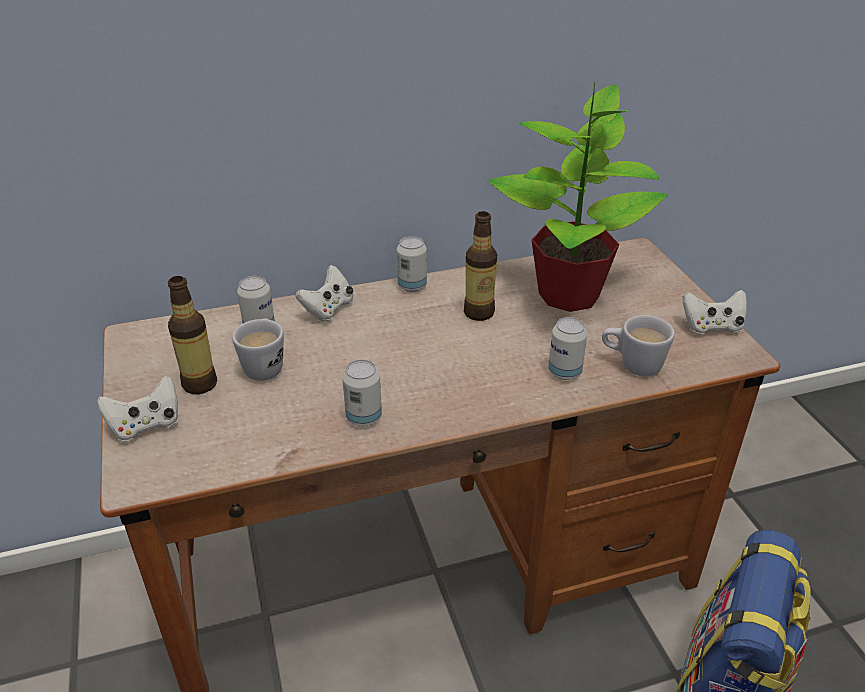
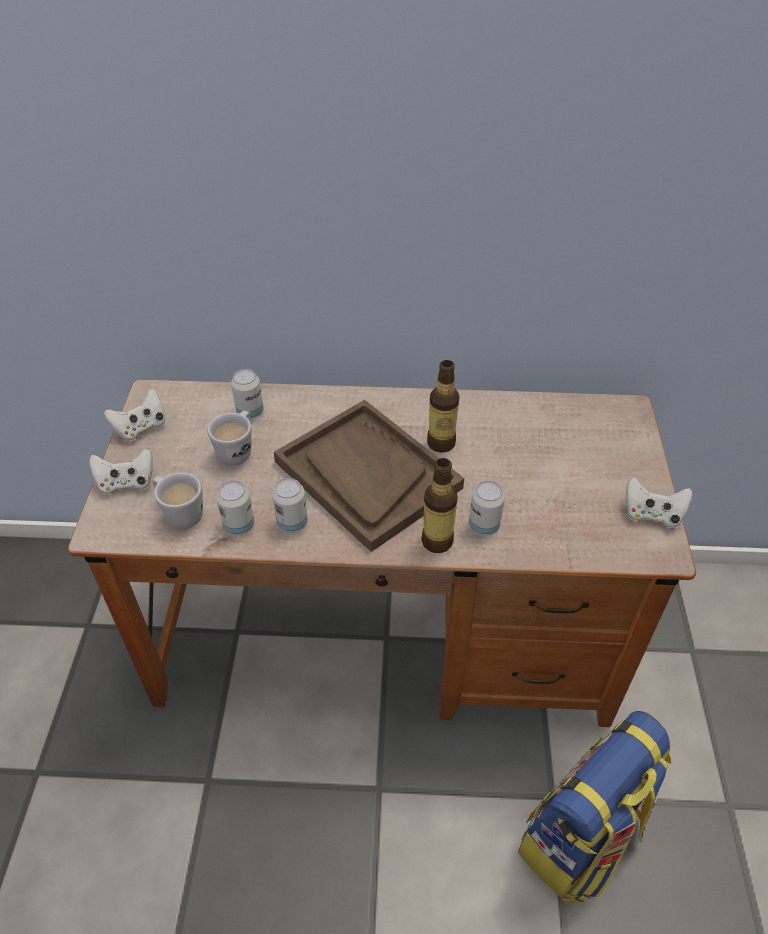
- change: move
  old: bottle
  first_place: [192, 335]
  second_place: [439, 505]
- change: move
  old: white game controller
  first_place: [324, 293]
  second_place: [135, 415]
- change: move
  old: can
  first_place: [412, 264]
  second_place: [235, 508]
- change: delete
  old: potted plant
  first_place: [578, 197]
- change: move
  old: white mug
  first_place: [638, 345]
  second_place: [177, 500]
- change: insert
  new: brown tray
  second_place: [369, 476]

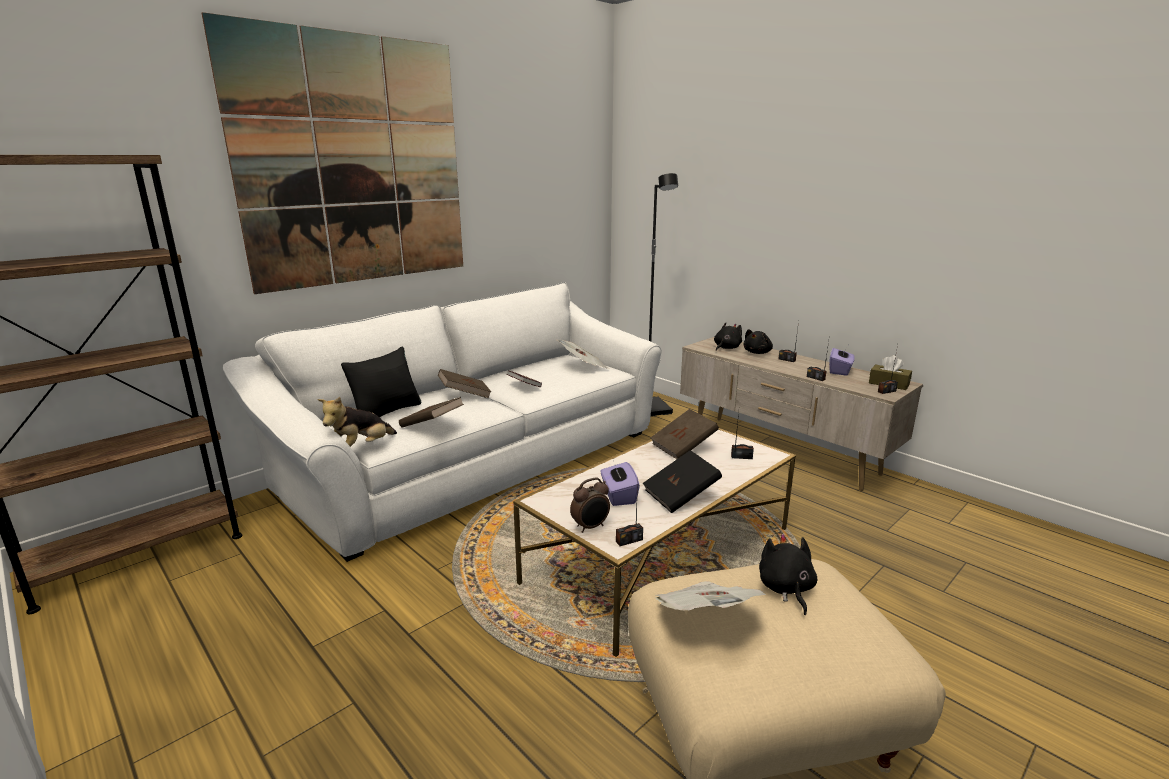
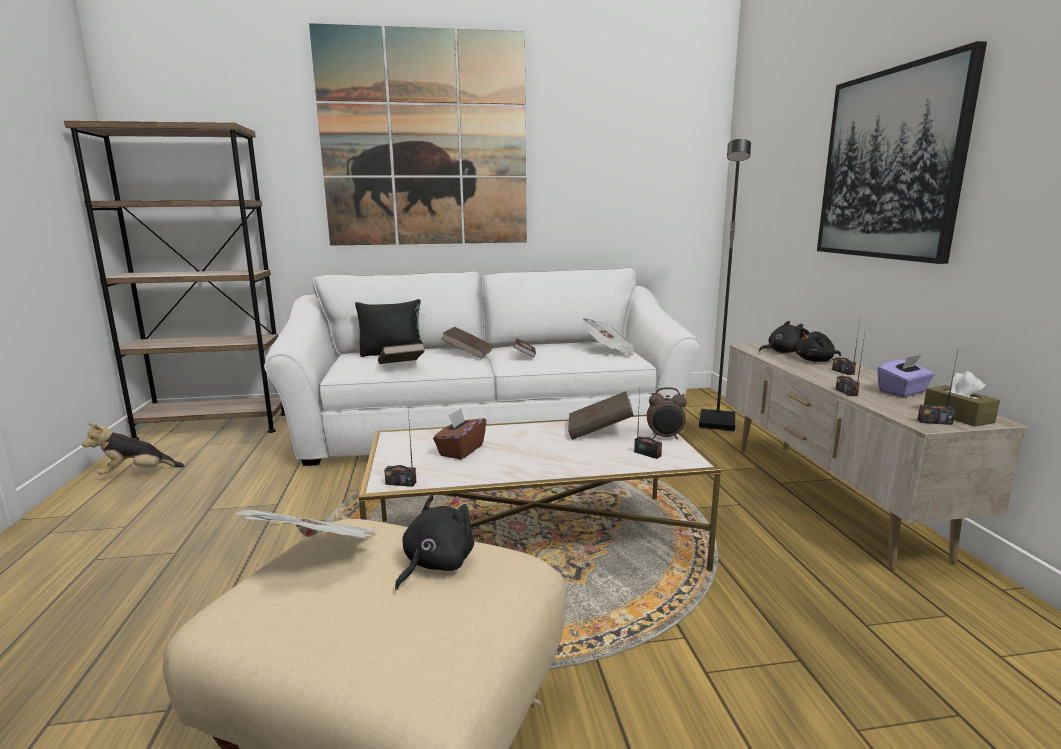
- change: move
  old: plush toy
  first_place: [357, 422]
  second_place: [133, 449]
- change: move
  old: alarm clock
  first_place: [590, 505]
  second_place: [667, 413]
- change: recolor
  old: purple tissue box
  new: brown tissue box
  first_place: [620, 483]
  second_place: [459, 434]
- change: delete
  old: black book
  first_place: [682, 481]
- change: insert
  new: picture
  second_place: [902, 152]

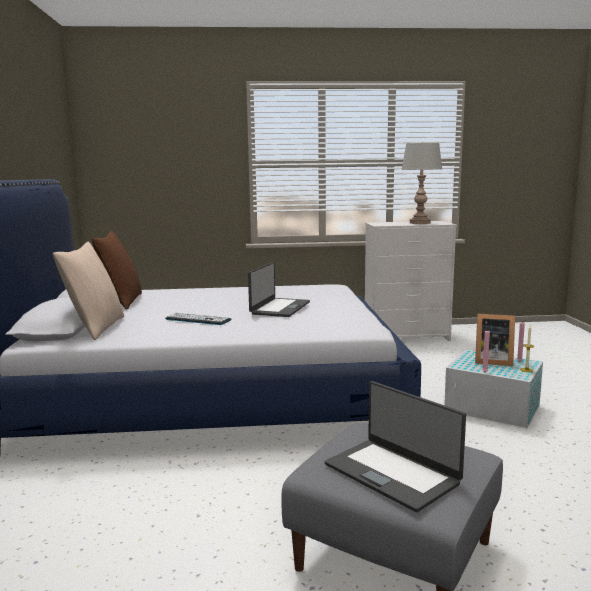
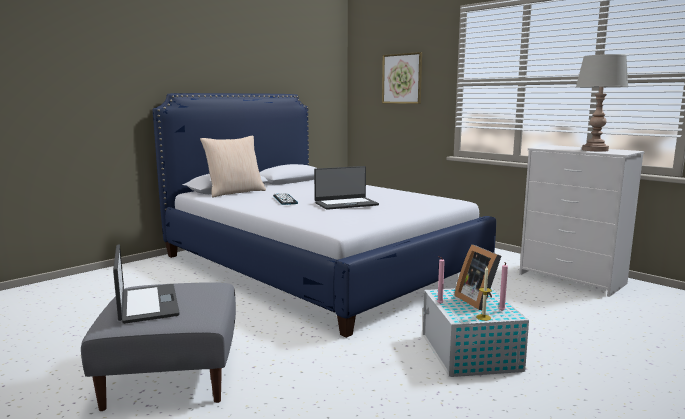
- change: delete
  old: brown pillow
  first_place: [117, 270]
- change: rotate
  old: laptop
  first_place: [395, 446]
  second_place: [146, 284]
  degrees: 150
- change: insert
  new: picture
  second_place: [402, 78]

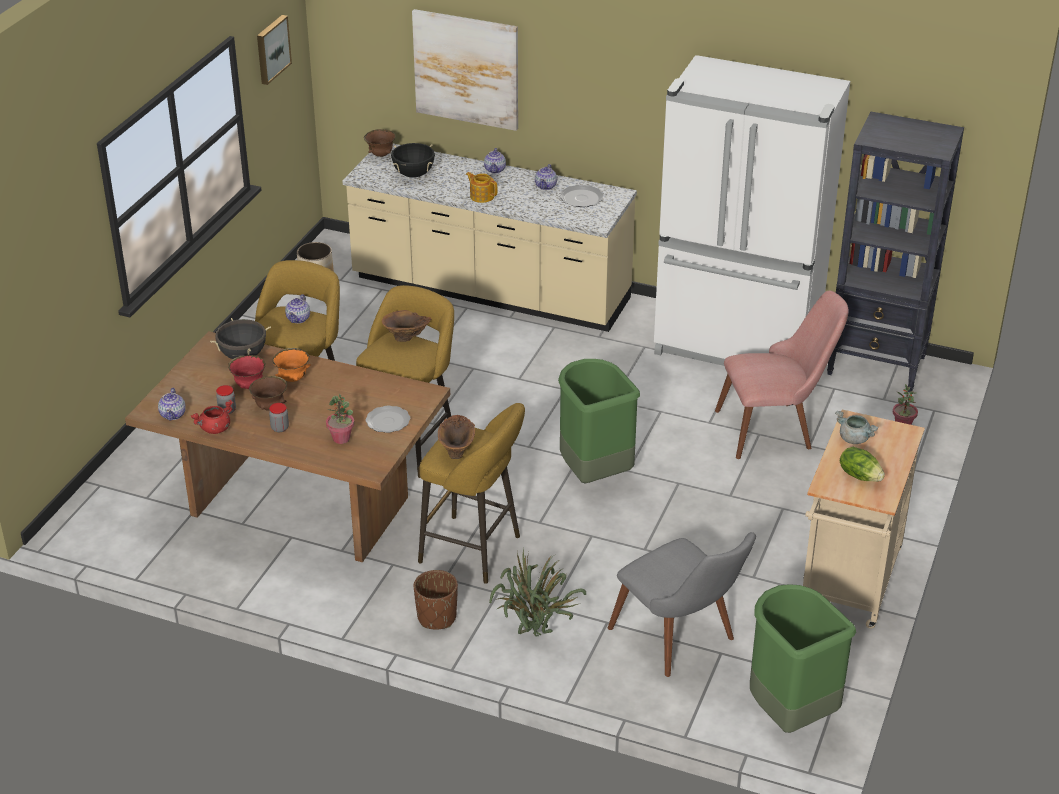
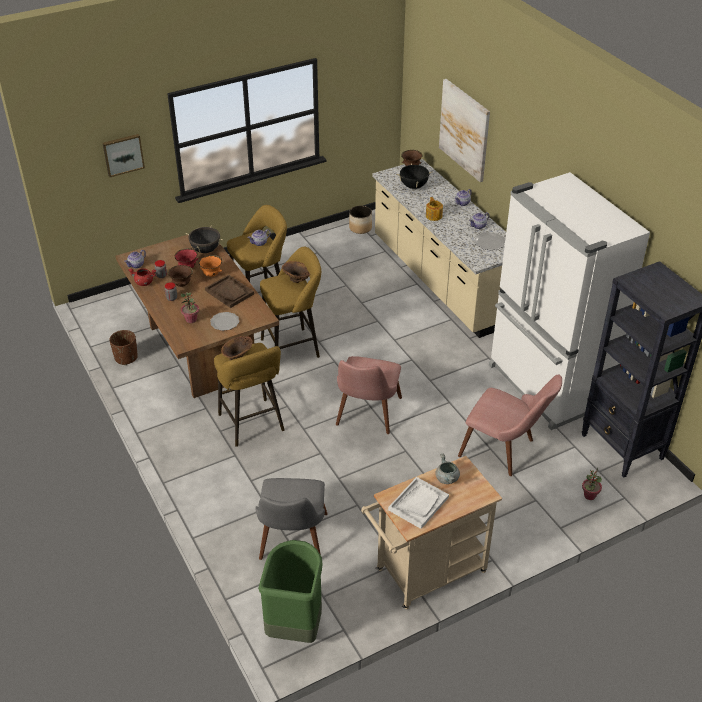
- change: move
  old: picture
  first_place: [274, 50]
  second_place: [124, 155]
- change: move
  old: brown planter
  first_place: [436, 600]
  second_place: [123, 347]
- change: delete
  old: potted plant
  first_place: [537, 592]
- change: replace
  old: green trash can
  new: pink chair
  first_place: [599, 421]
  second_place: [369, 395]
- change: replace
  old: lettuce
  new: white tray
  first_place: [862, 464]
  second_place: [418, 503]
- change: insert
  new: brown tray
  second_place: [229, 291]

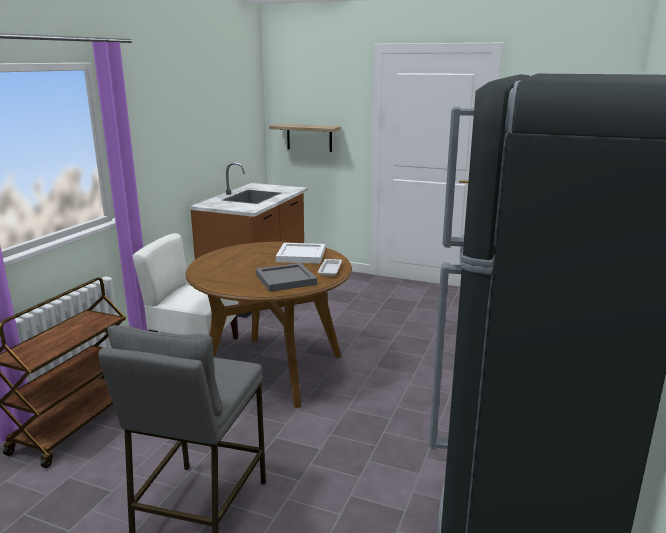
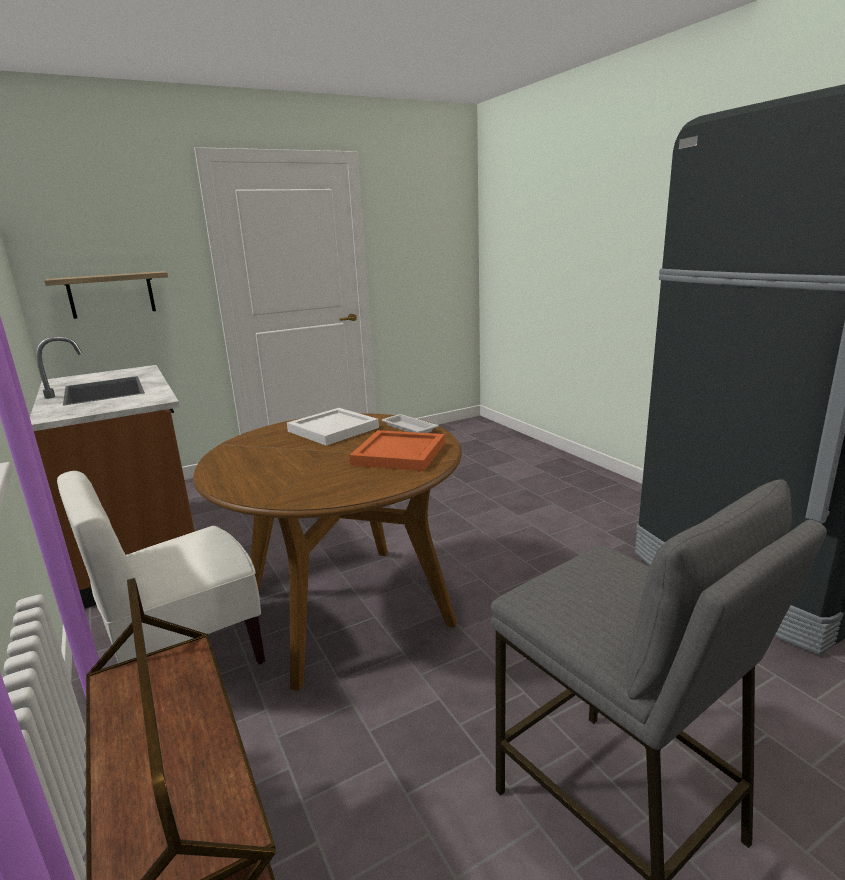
- change: recolor
  old: grey tray
  new: orange tray
  first_place: [286, 277]
  second_place: [397, 450]

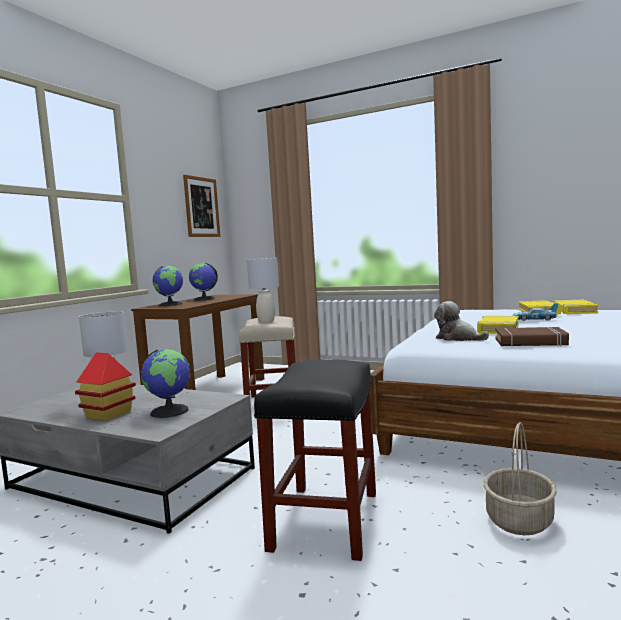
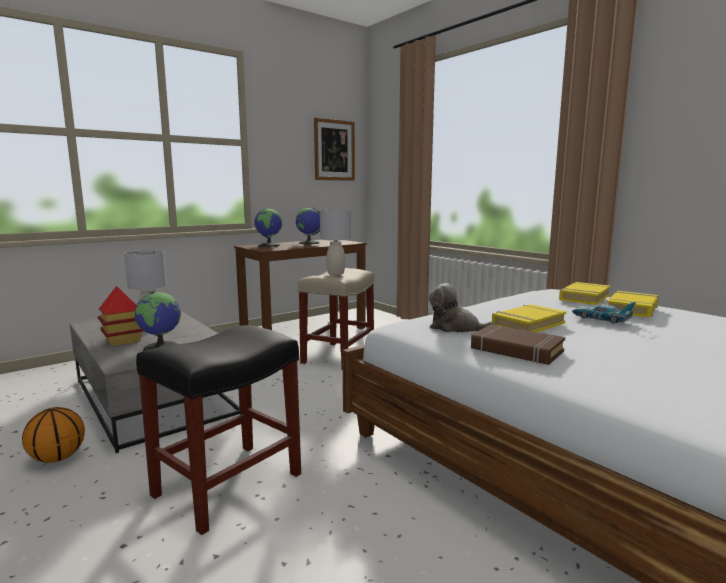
- change: rotate
  old: plush toy
  first_place: [461, 321]
  second_place: [462, 307]
  degrees: -45
- change: delete
  old: basket
  first_place: [520, 478]
- change: move
  old: yellow book
  first_place: [576, 307]
  second_place: [584, 293]
- change: insert
  new: basketball
  second_place: [53, 435]

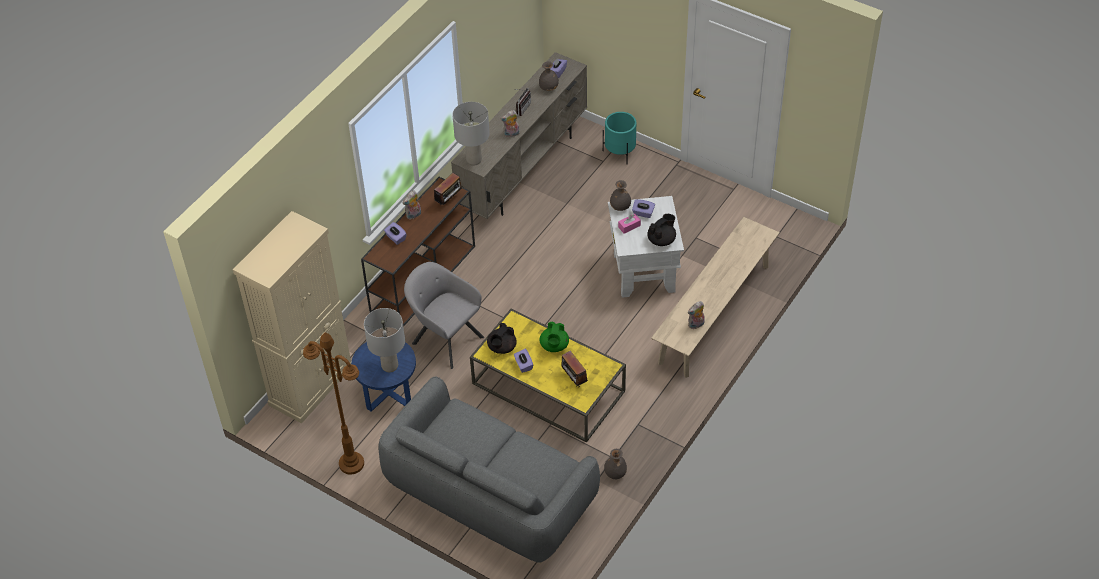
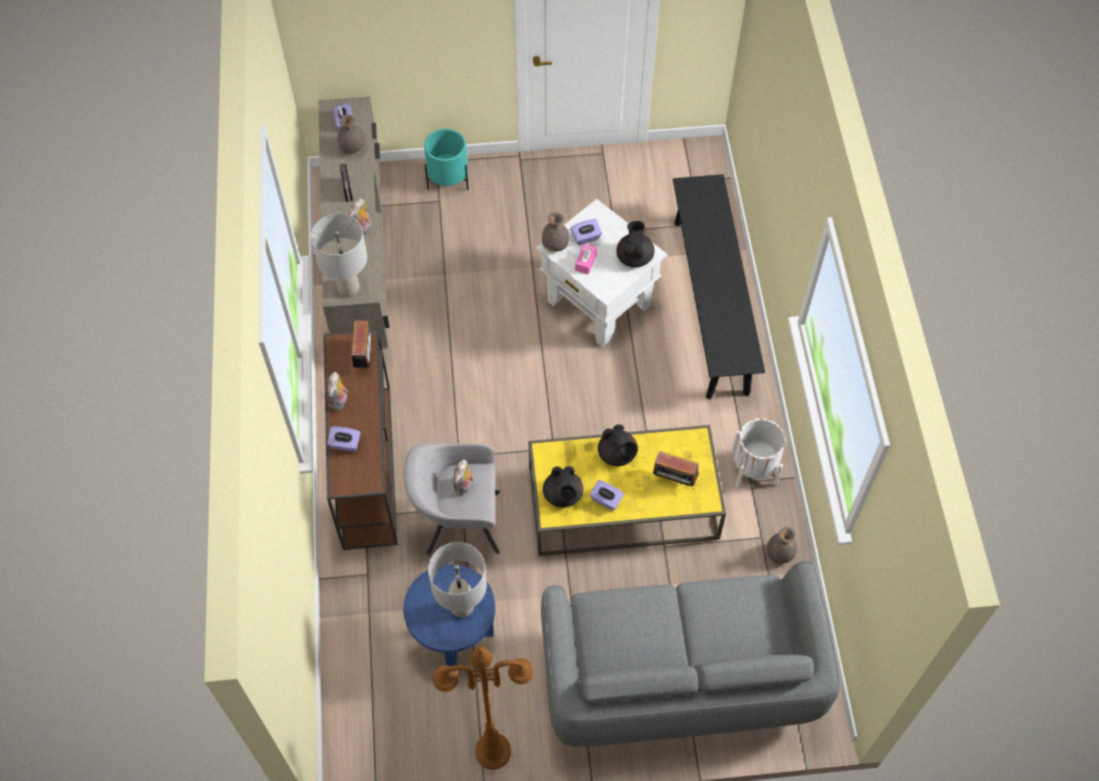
- change: delete
  old: beige cabinet
  first_place: [292, 317]
- change: recolor
  old: green teapot
  new: black teapot
  first_place: [554, 337]
  second_place: [618, 445]
- change: recolor
  old: beige bench
  new: black bench
  first_place: [715, 297]
  second_place: [719, 287]
- change: move
  old: plush toy
  first_place: [696, 315]
  second_place: [464, 477]
- change: insert
  new: white planter
  second_place: [759, 452]

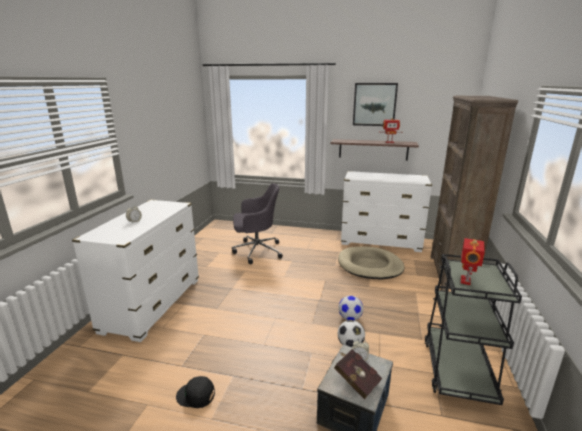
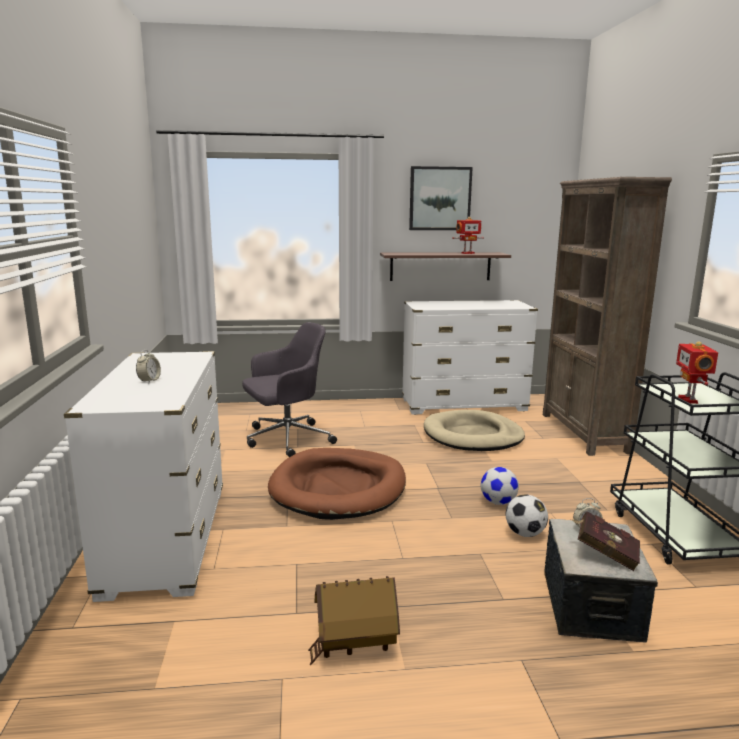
- change: replace
  old: black cap
  new: toy house
  first_place: [195, 392]
  second_place: [354, 620]
- change: insert
  new: brown dog bed
  second_place: [337, 484]

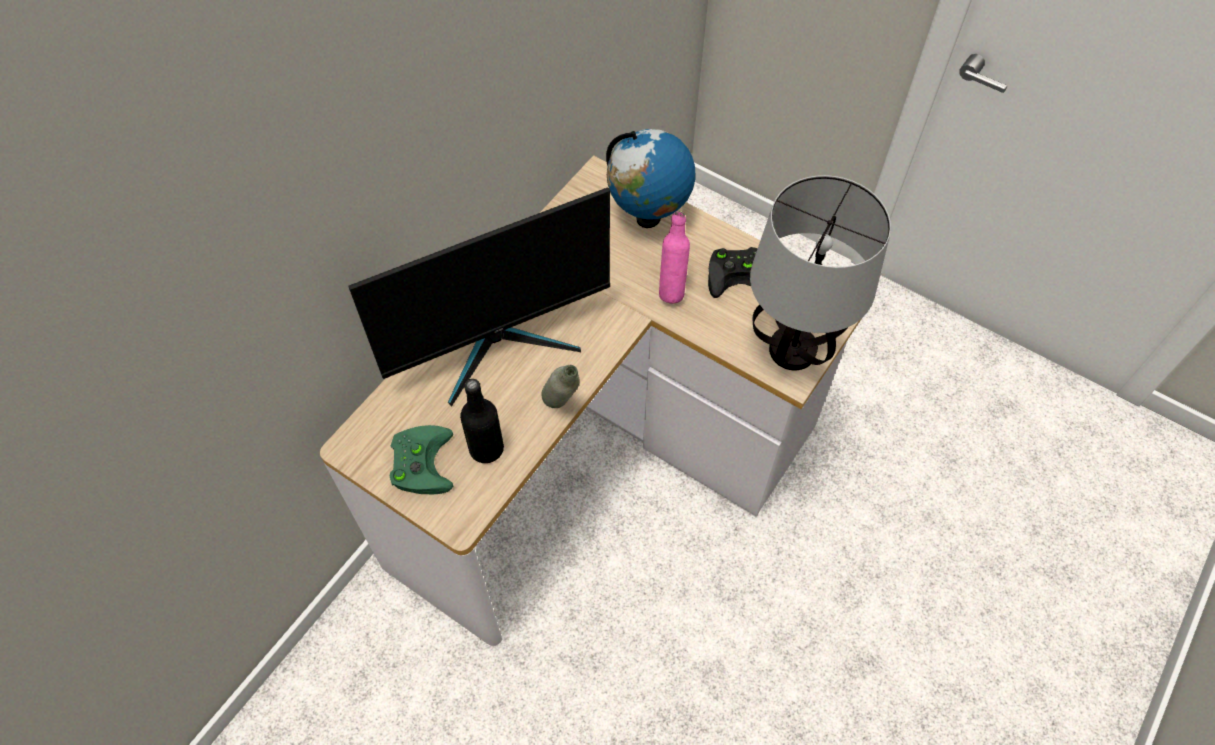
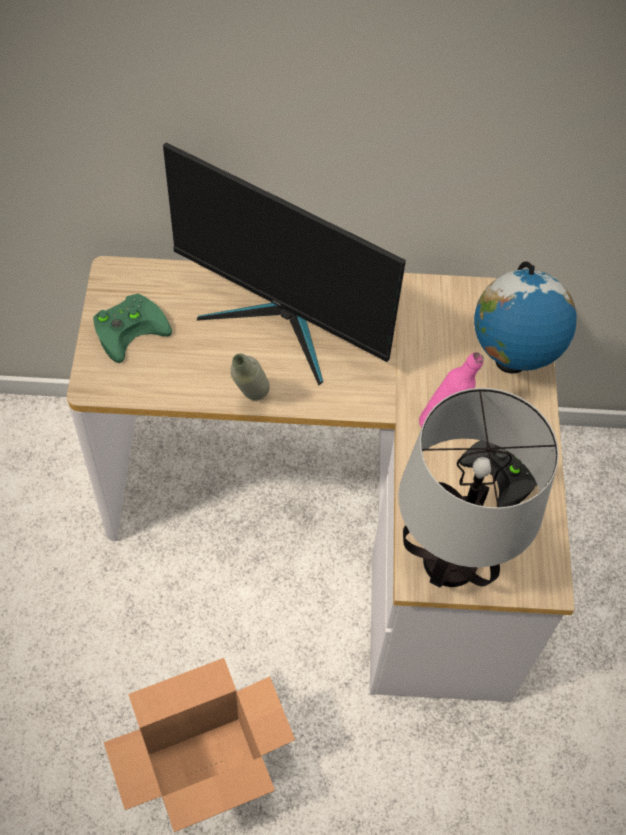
- change: delete
  old: black bottle
  first_place: [482, 421]
- change: insert
  new: cardboard box
  second_place: [199, 745]

